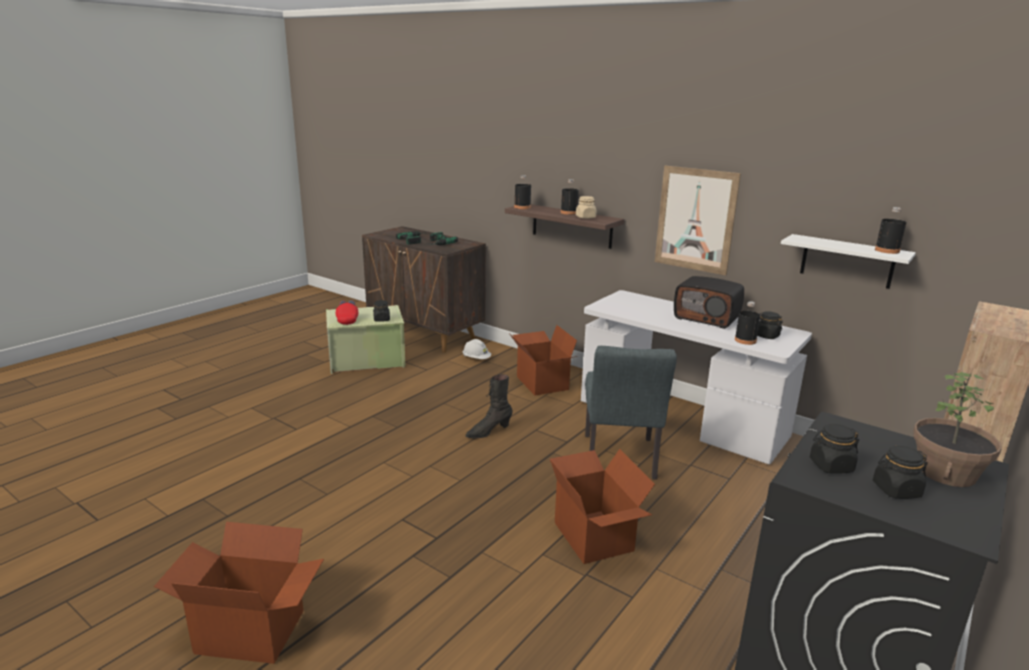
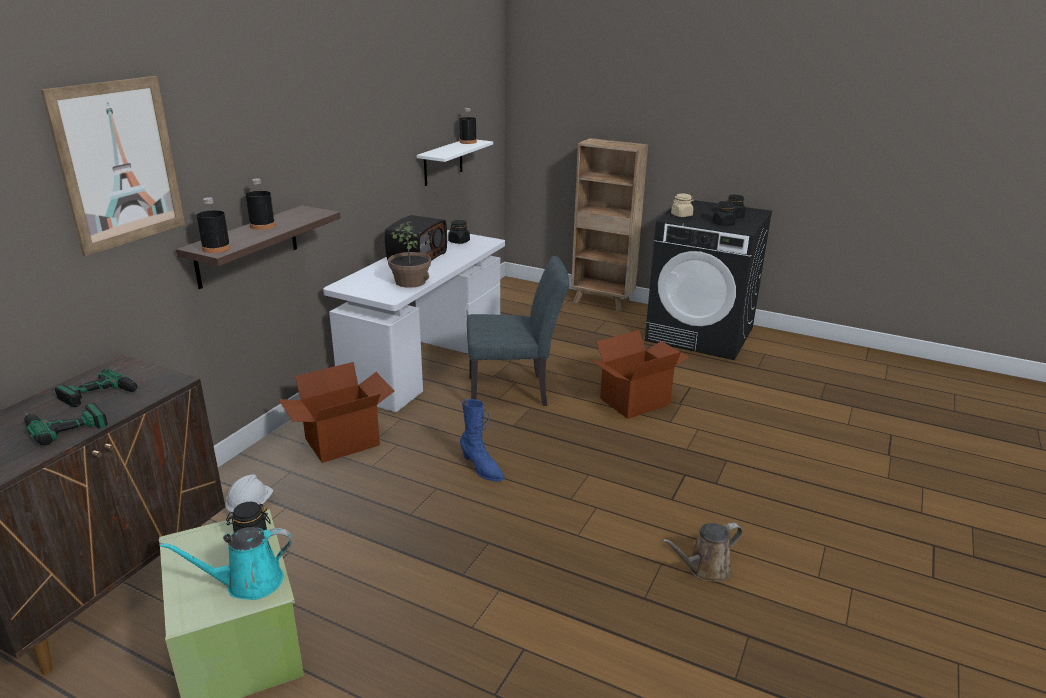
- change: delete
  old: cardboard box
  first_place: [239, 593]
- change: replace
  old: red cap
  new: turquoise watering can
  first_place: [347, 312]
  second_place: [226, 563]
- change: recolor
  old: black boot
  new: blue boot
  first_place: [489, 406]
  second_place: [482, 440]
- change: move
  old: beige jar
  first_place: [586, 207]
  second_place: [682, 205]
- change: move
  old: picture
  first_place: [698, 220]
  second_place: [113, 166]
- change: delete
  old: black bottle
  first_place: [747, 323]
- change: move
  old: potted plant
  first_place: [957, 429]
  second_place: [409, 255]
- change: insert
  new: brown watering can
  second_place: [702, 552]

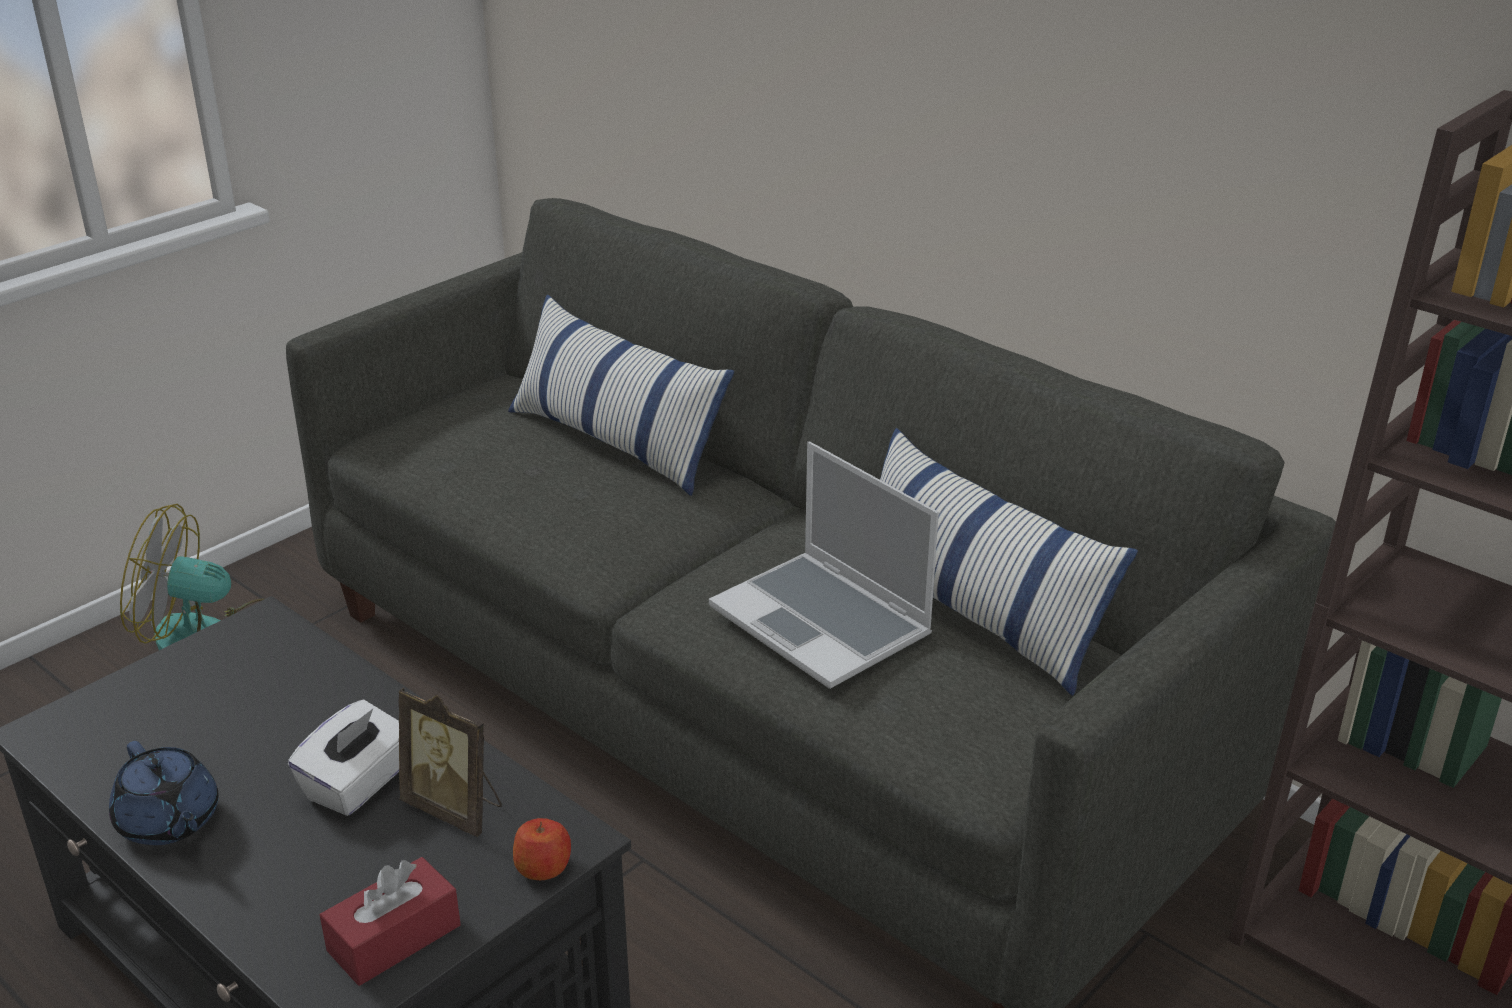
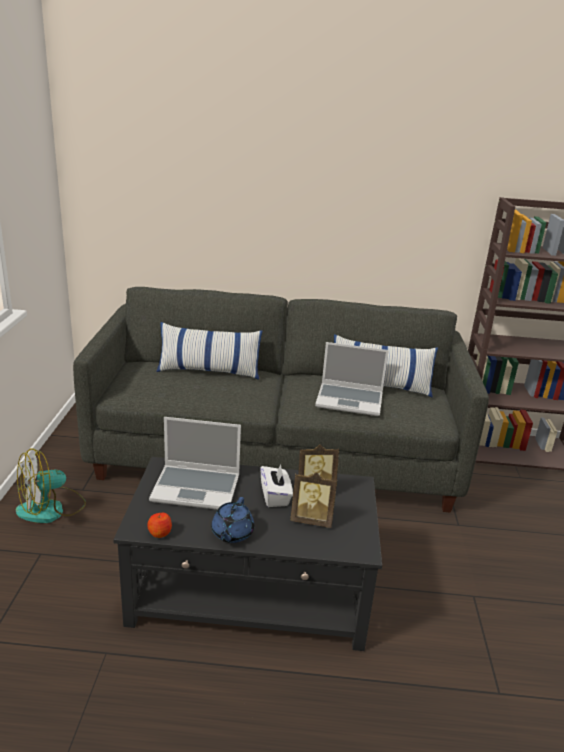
- change: rotate
  old: blue teapot
  first_place: [164, 793]
  second_place: [232, 520]
  degrees: 90
- change: delete
  old: red tissue box
  first_place: [390, 921]
- change: move
  old: apple
  first_place: [542, 849]
  second_place: [159, 525]
- change: insert
  new: laptop
  second_place: [195, 463]
- change: insert
  new: picture frame
  second_place: [313, 500]

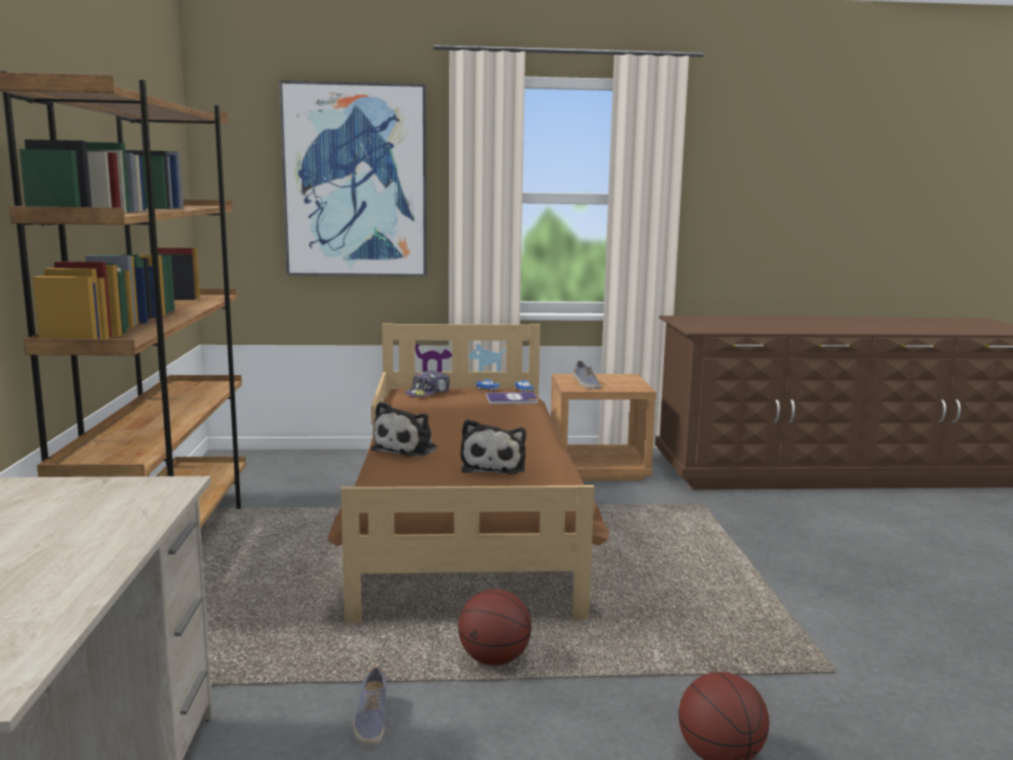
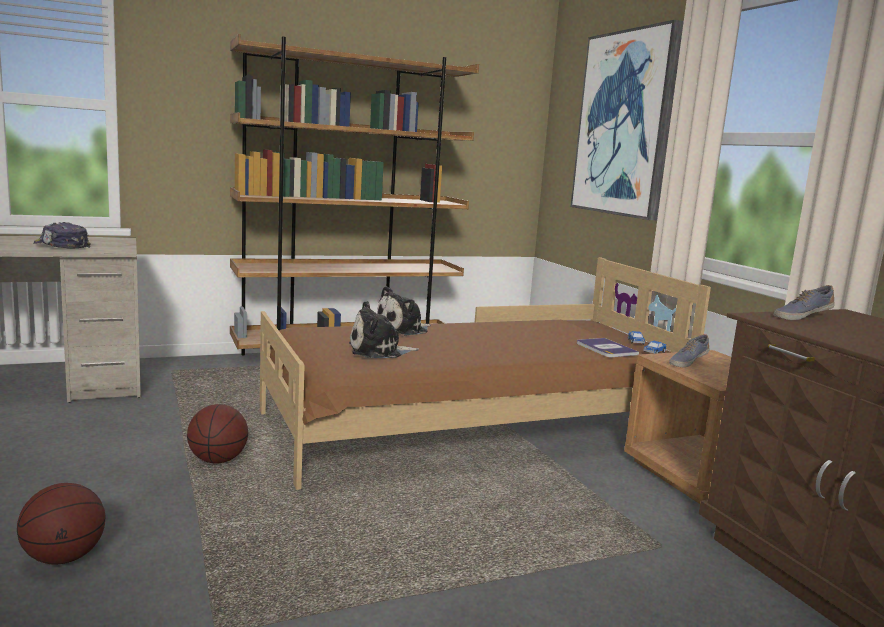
- change: move
  old: shoe
  first_place: [369, 706]
  second_place: [804, 302]
- change: rotate
  old: plush toy
  first_place: [404, 429]
  second_place: [404, 310]
  degrees: -45
- change: move
  old: cap
  first_place: [427, 383]
  second_place: [62, 235]

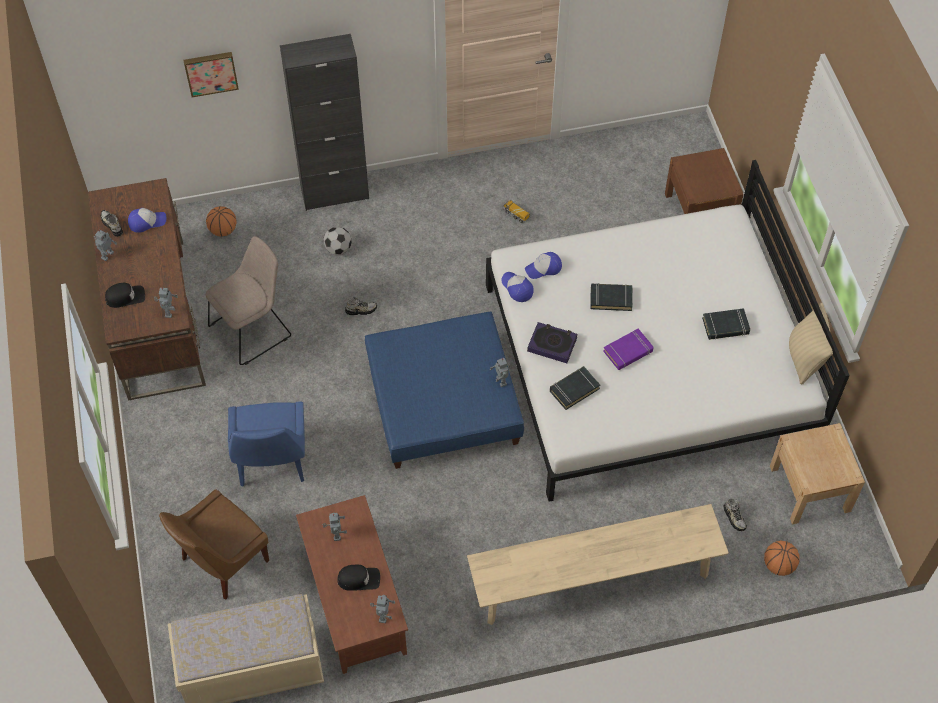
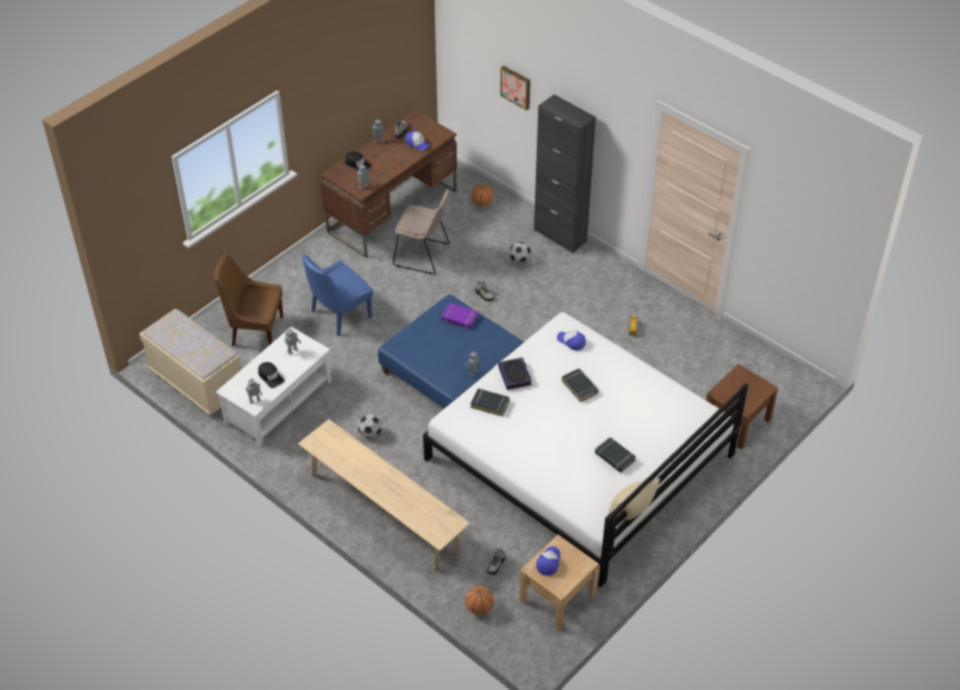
- change: recolor
  old: brown coffee table
  new: white coffee table
  first_place: [352, 584]
  second_place: [273, 387]
- change: move
  old: cap
  first_place: [517, 287]
  second_place: [548, 561]
- change: move
  old: purple book
  first_place: [628, 349]
  second_place: [459, 316]
- change: insert
  new: football
  second_place: [370, 426]

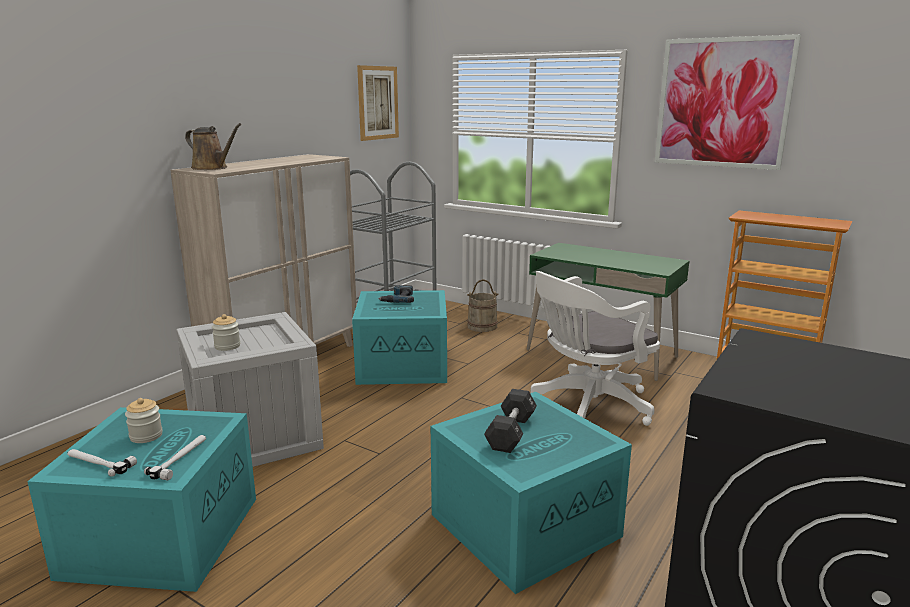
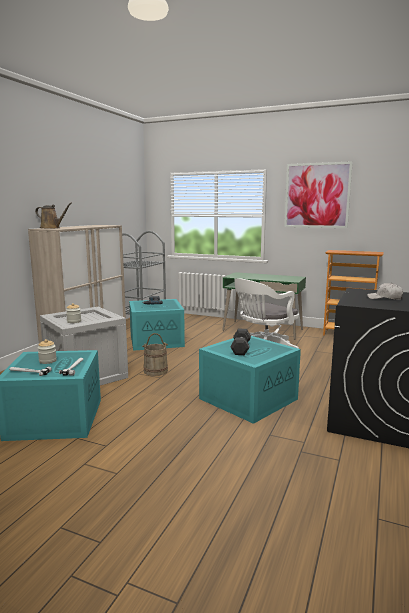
- change: delete
  old: picture
  first_place: [378, 103]
- change: move
  old: beige bucket
  first_place: [483, 305]
  second_place: [155, 354]
- change: insert
  new: white cap
  second_place: [385, 291]

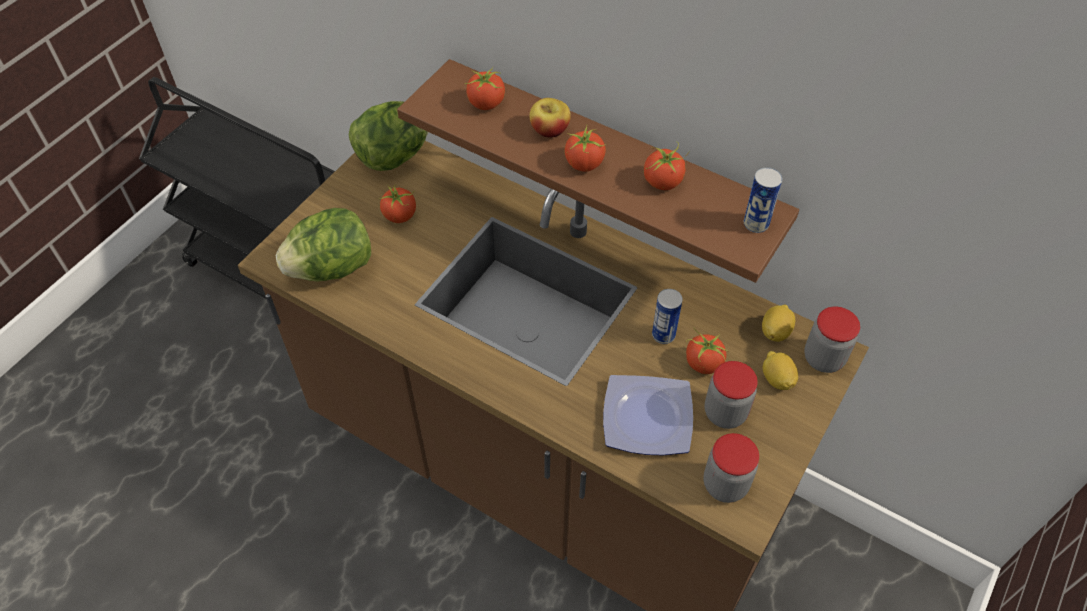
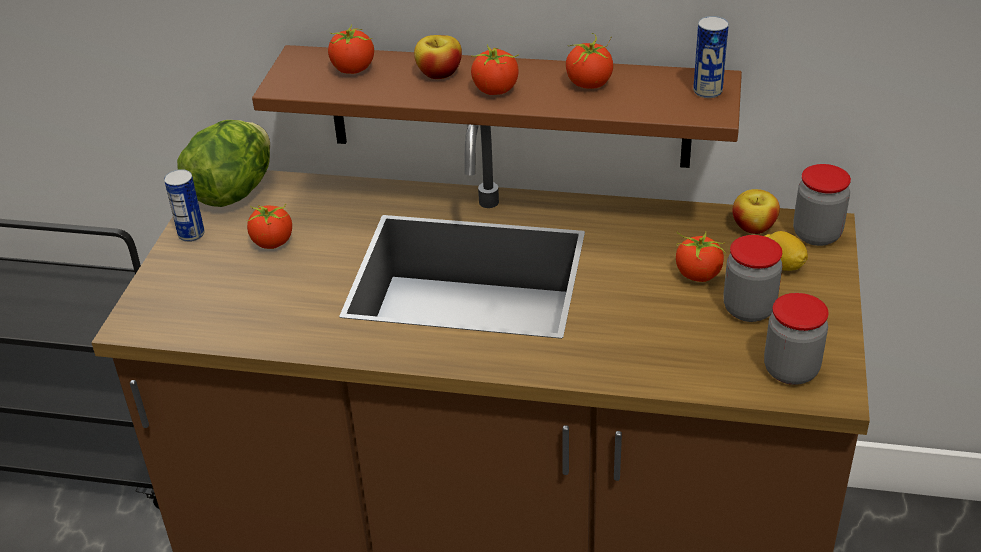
- change: delete
  old: lettuce
  first_place: [323, 244]
- change: delete
  old: plate
  first_place: [648, 415]
- change: move
  old: can
  first_place: [667, 316]
  second_place: [184, 205]
- change: replace
  old: lemon
  new: apple
  first_place: [778, 323]
  second_place: [756, 211]

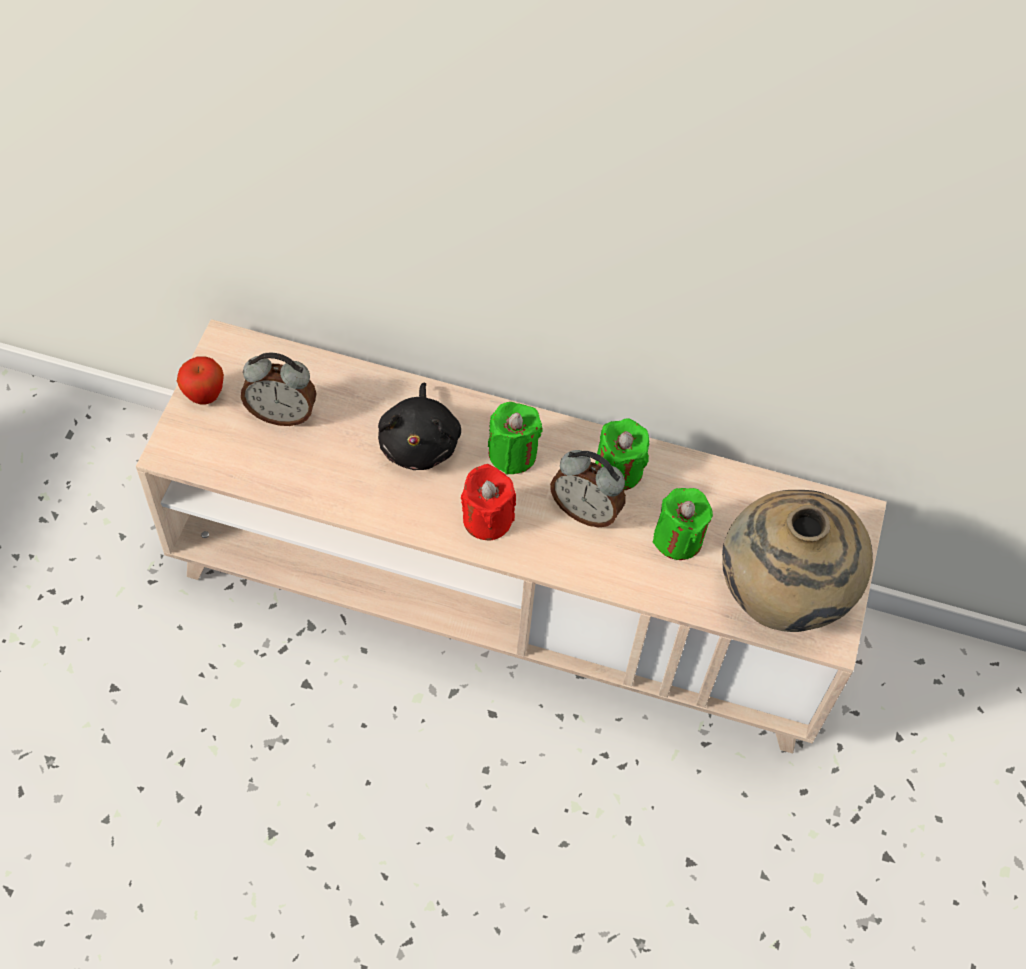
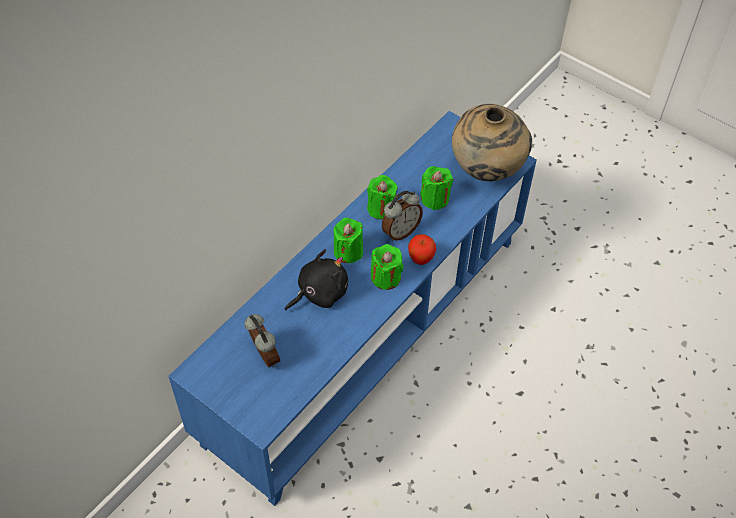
- change: recolor
  old: beige tv stand
  new: blue tv stand
  first_place: [511, 536]
  second_place: [352, 308]
- change: move
  old: apple
  first_place: [200, 380]
  second_place: [422, 249]
- change: rotate
  old: alarm clock
  first_place: [279, 389]
  second_place: [262, 341]
  degrees: -60
- change: rotate
  old: black plush toy
  first_place: [419, 426]
  second_place: [316, 280]
  degrees: -60
- change: recolor
  old: red candle
  new: green candle
  first_place: [488, 502]
  second_place: [387, 267]

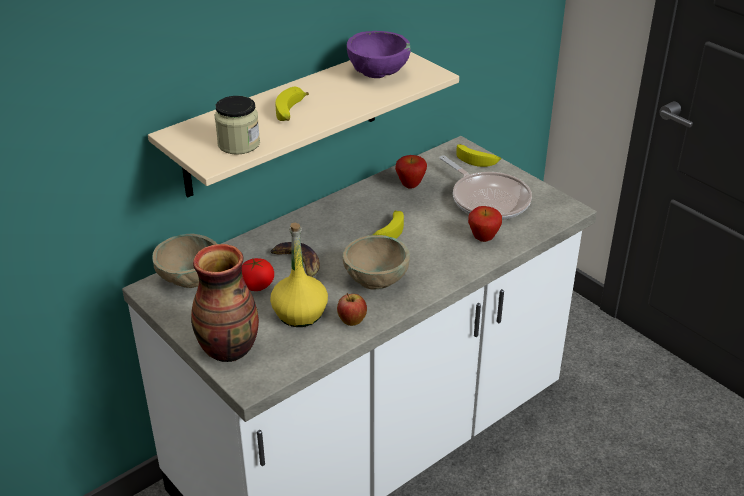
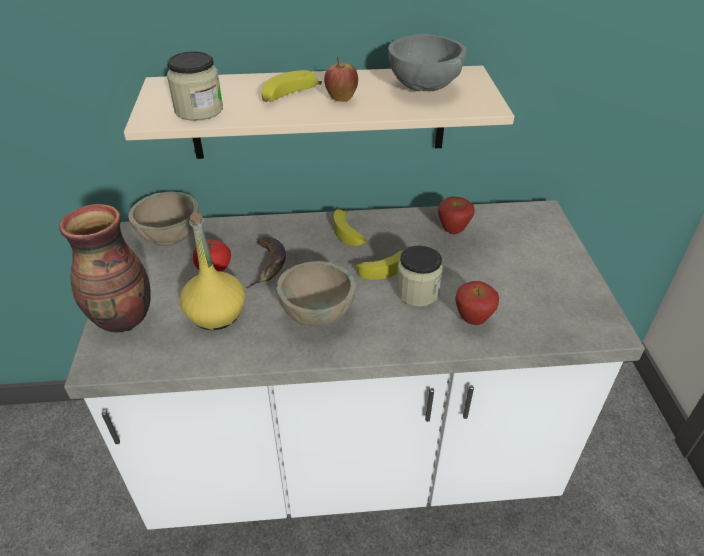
- change: move
  old: apple
  first_place: [352, 309]
  second_place: [341, 79]
- change: recolor
  old: purple bowl
  new: grey bowl
  first_place: [379, 54]
  second_place: [427, 62]
- change: delete
  old: frying pan
  first_place: [485, 187]
- change: move
  old: banana
  first_place: [478, 155]
  second_place: [350, 227]
- change: insert
  new: jar
  second_place: [419, 276]

